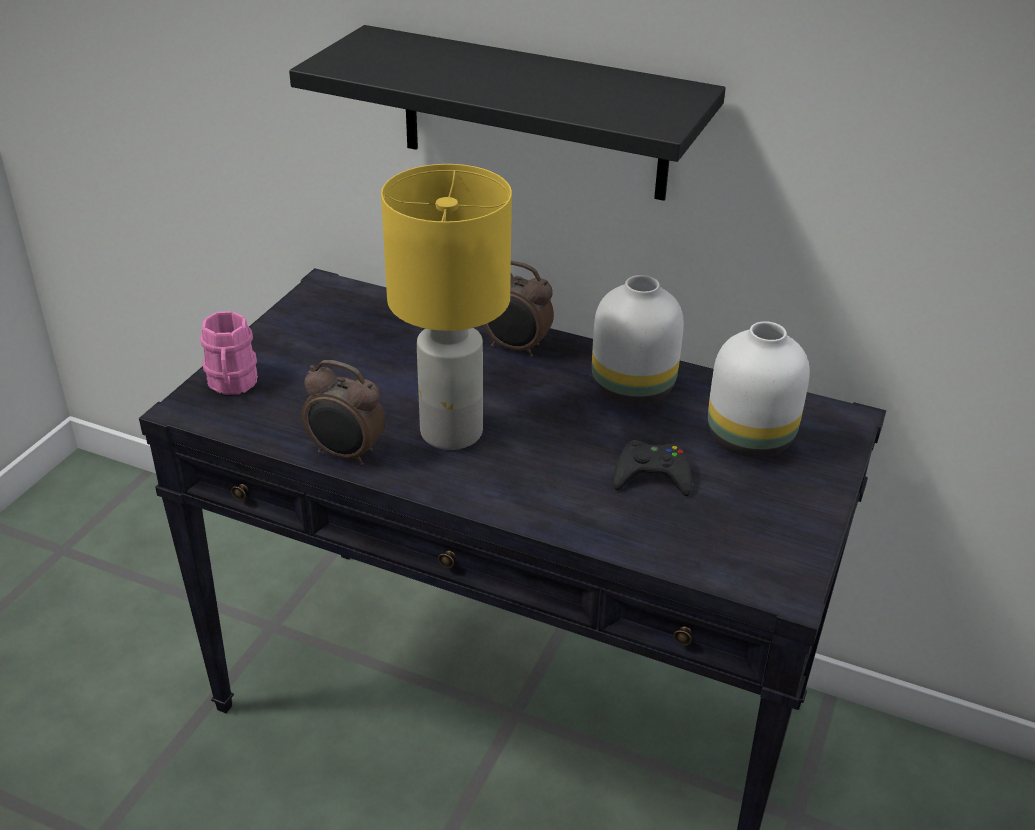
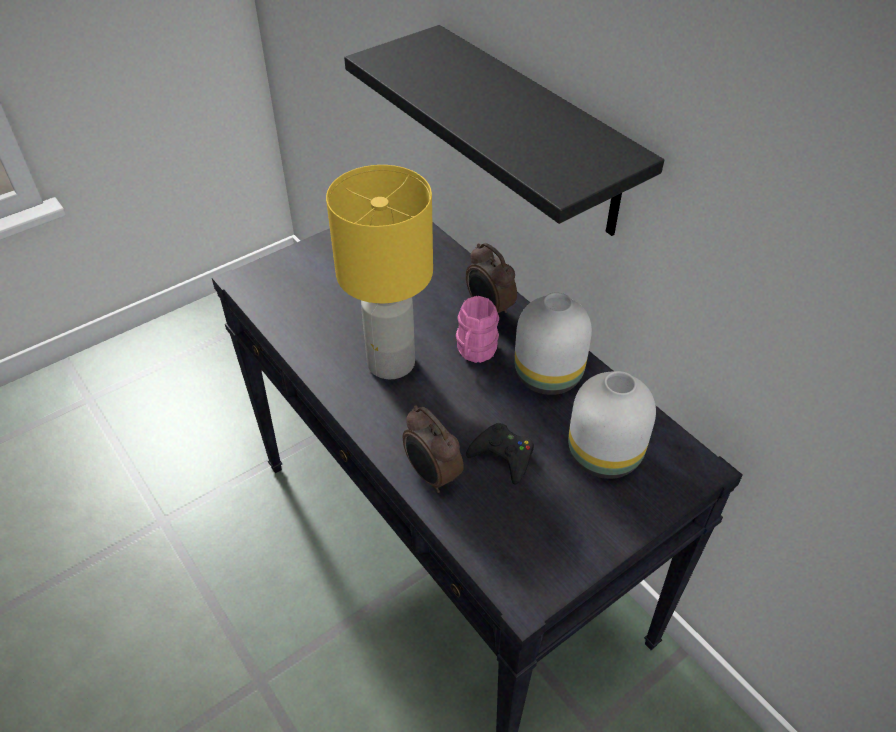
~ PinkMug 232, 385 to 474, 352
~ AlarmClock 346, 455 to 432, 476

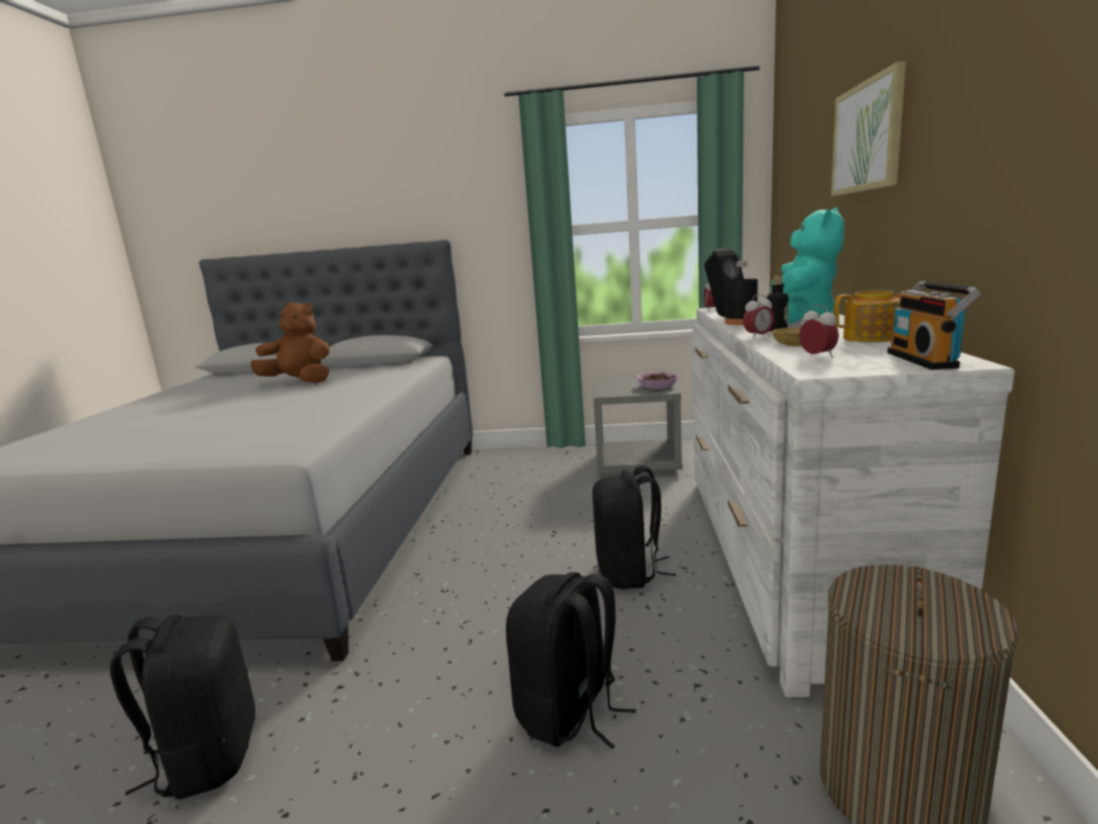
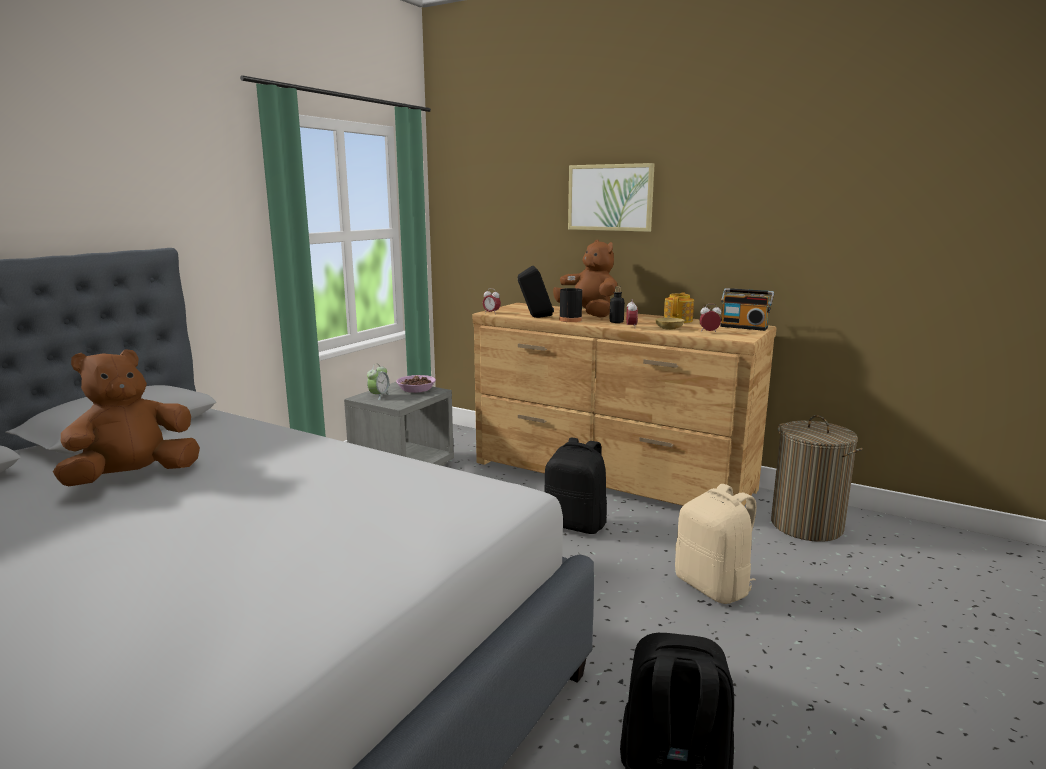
~ TurquoisePlushToy 799, 319 to BrownPlushToy 588, 314
~ WhiteDresser 788, 556 to BrownDresser 610, 476
~ BlackBackpack 570, 712 to BeigeBackpack 714, 586
+ AlarmClock 379, 396

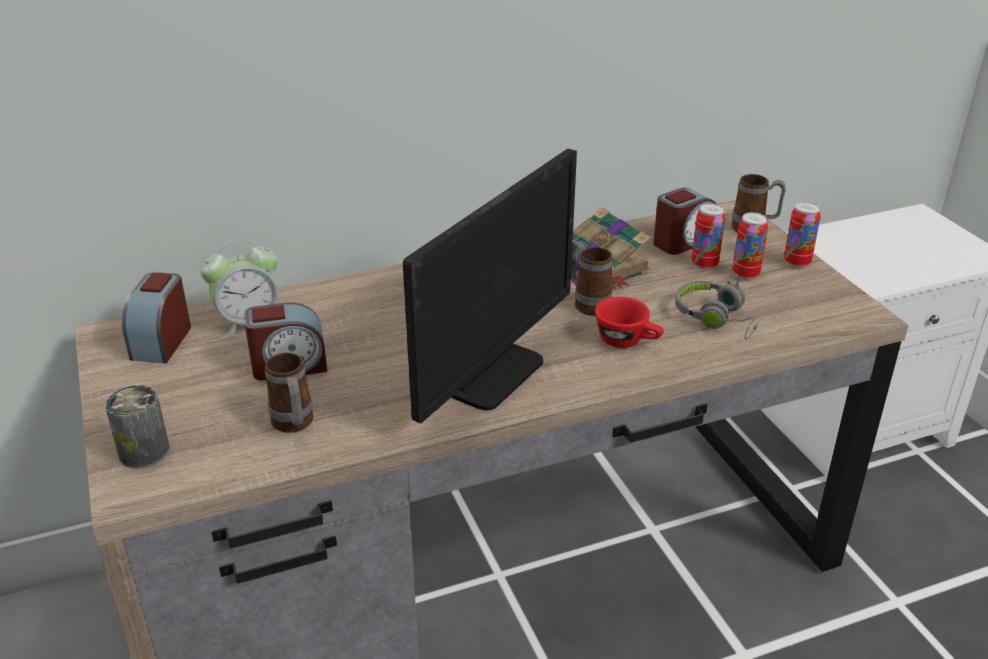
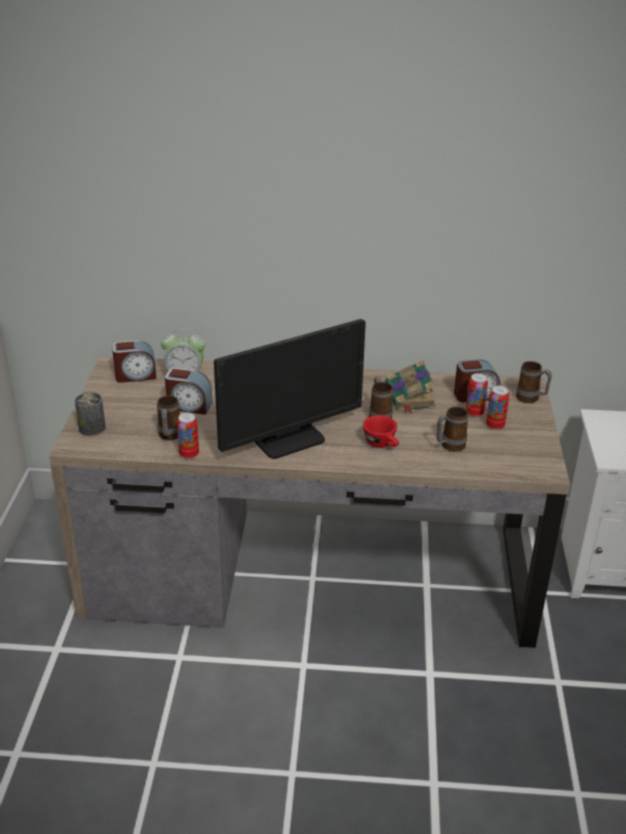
~ Can 796, 262 to 189, 454
~ AlarmClock 161, 341 = 135, 375 135 degrees counterclockwise
~ GreyHeadphones 717, 318 to Mug 449, 447

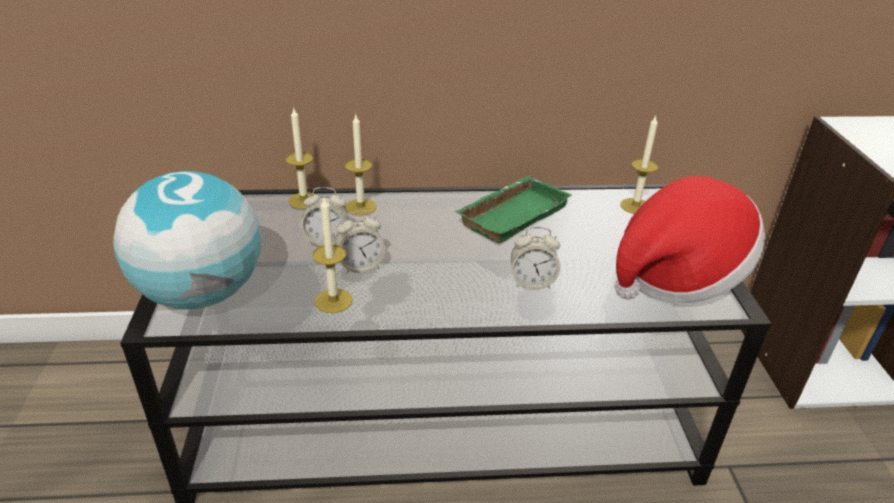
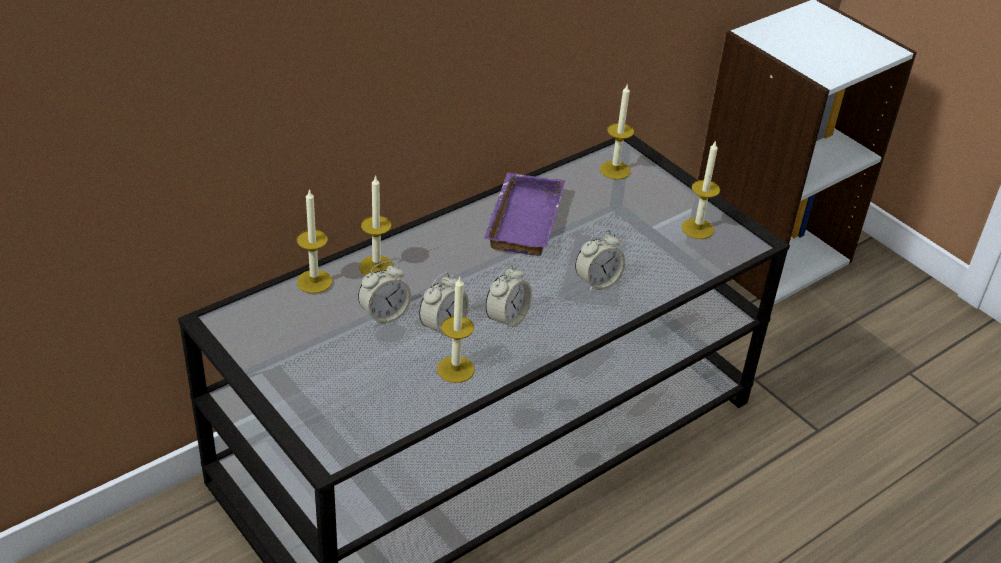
- Globe 202, 293
~ GreenTray 512, 214 to PurpleTray 521, 219
~ Hat 677, 275 to Candle 697, 228
+ AlarmClock 507, 319

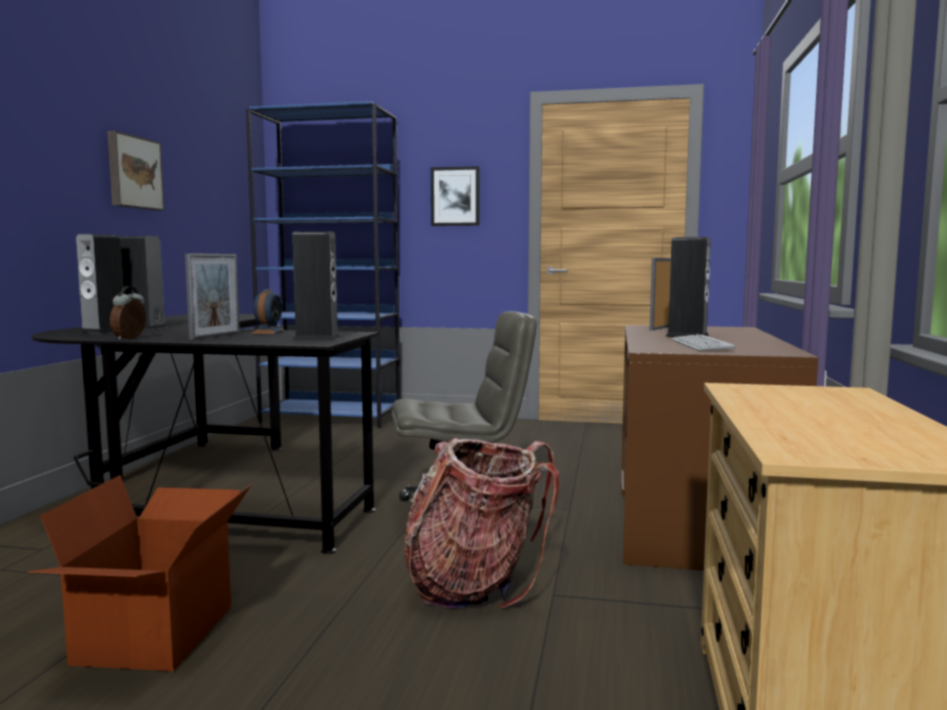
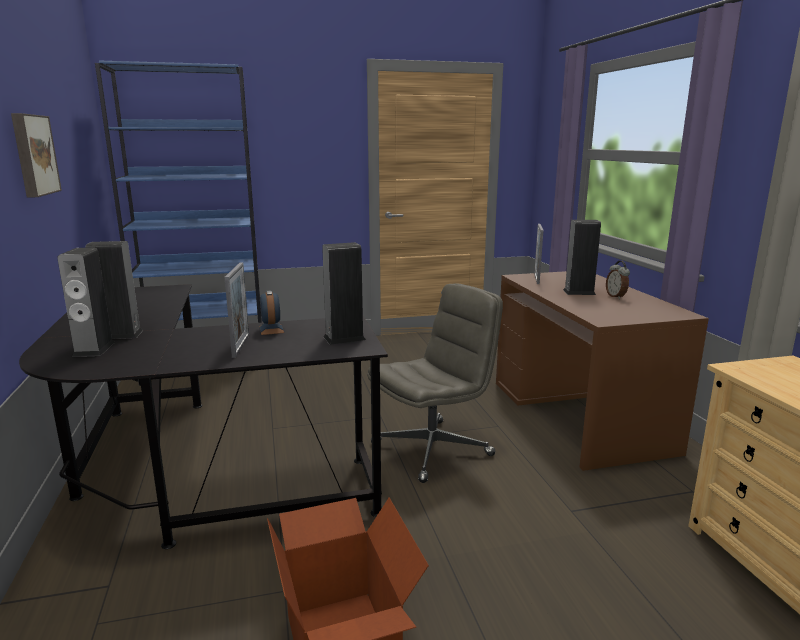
- Picture 455, 196
~ AlarmClock 130, 339 to 616, 297
- Keyboard 701, 345
- Backpack 476, 585

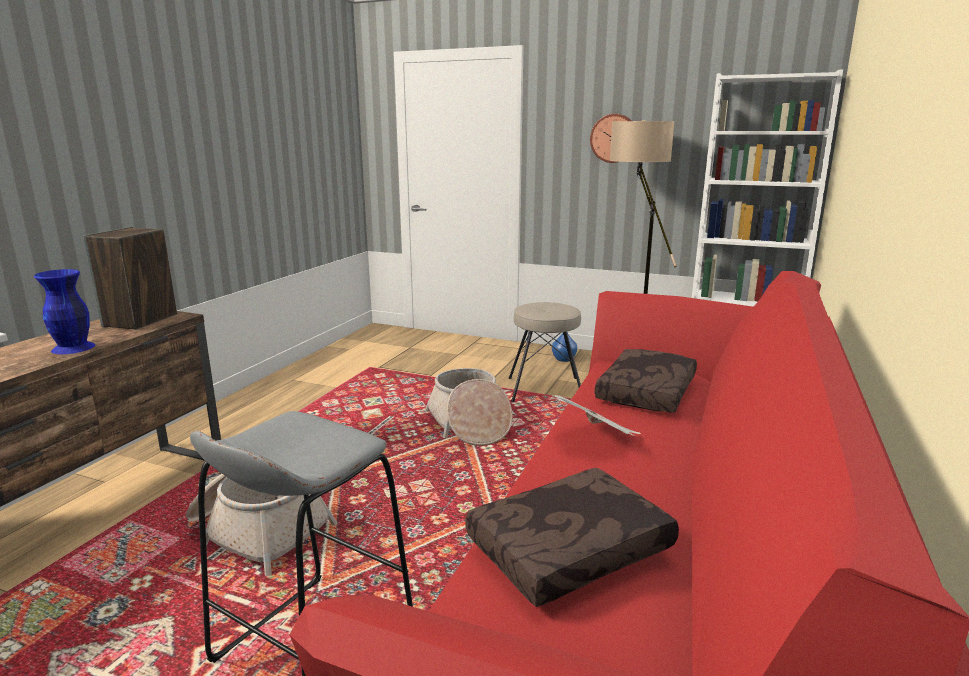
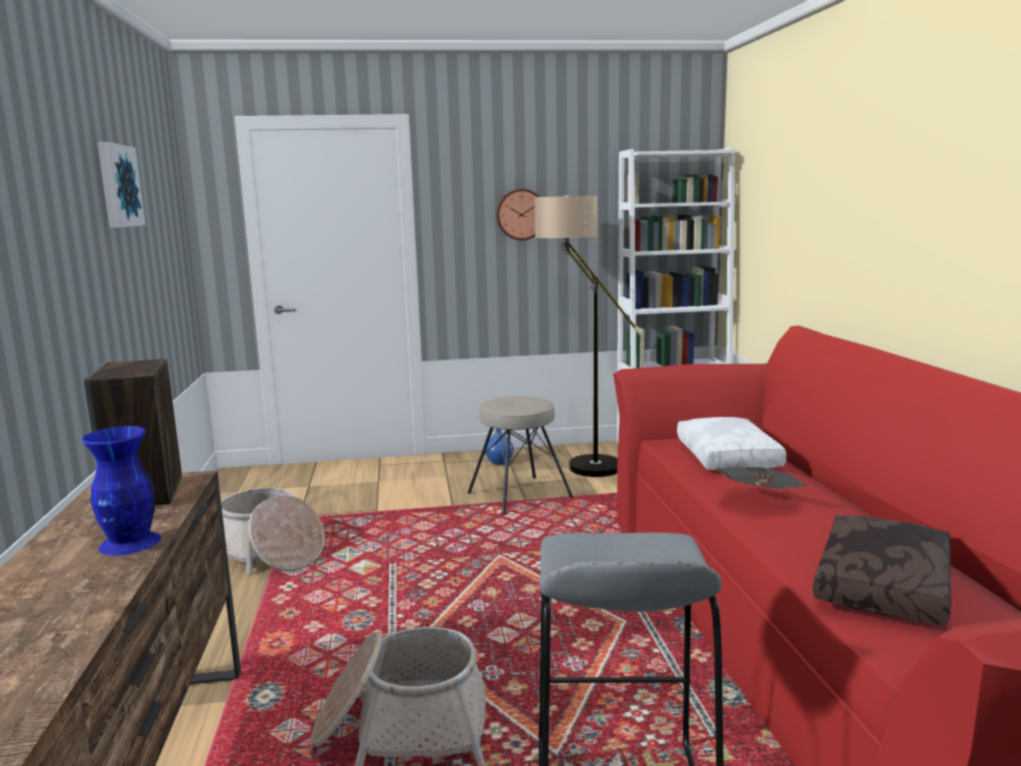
~ BrownPillow 648, 393 to WhitePillow 729, 457
~ Basket 469, 424 to 269, 553
+ Picture 117, 186

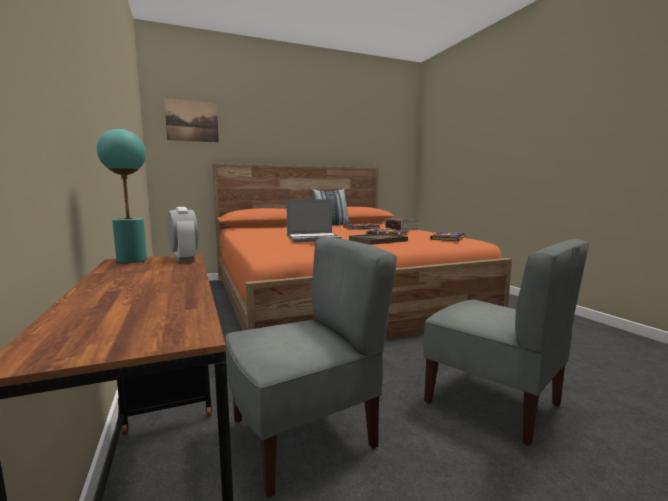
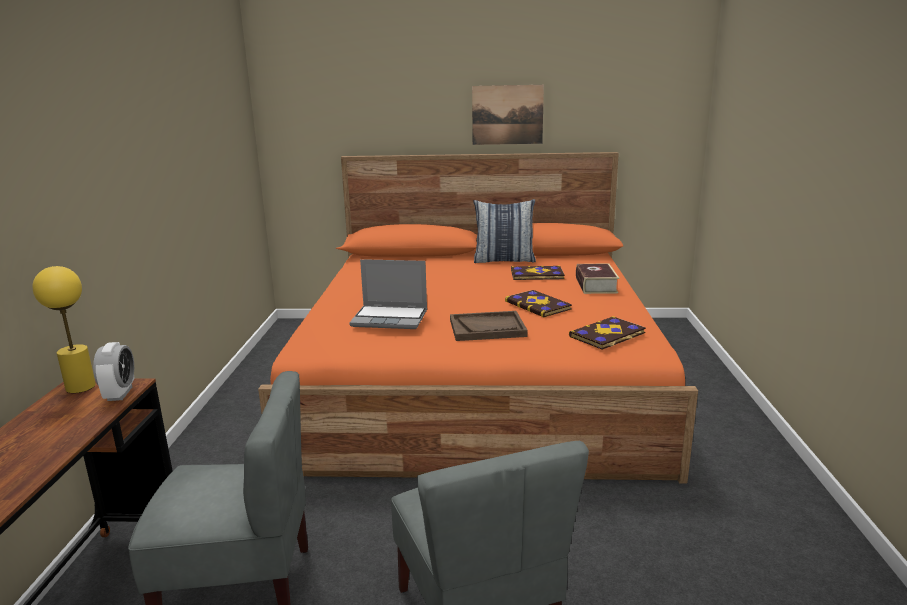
~ Picture 192, 121 to 507, 115
~ TurquoiseTableLamp 132, 260 to YellowTableLamp 81, 387

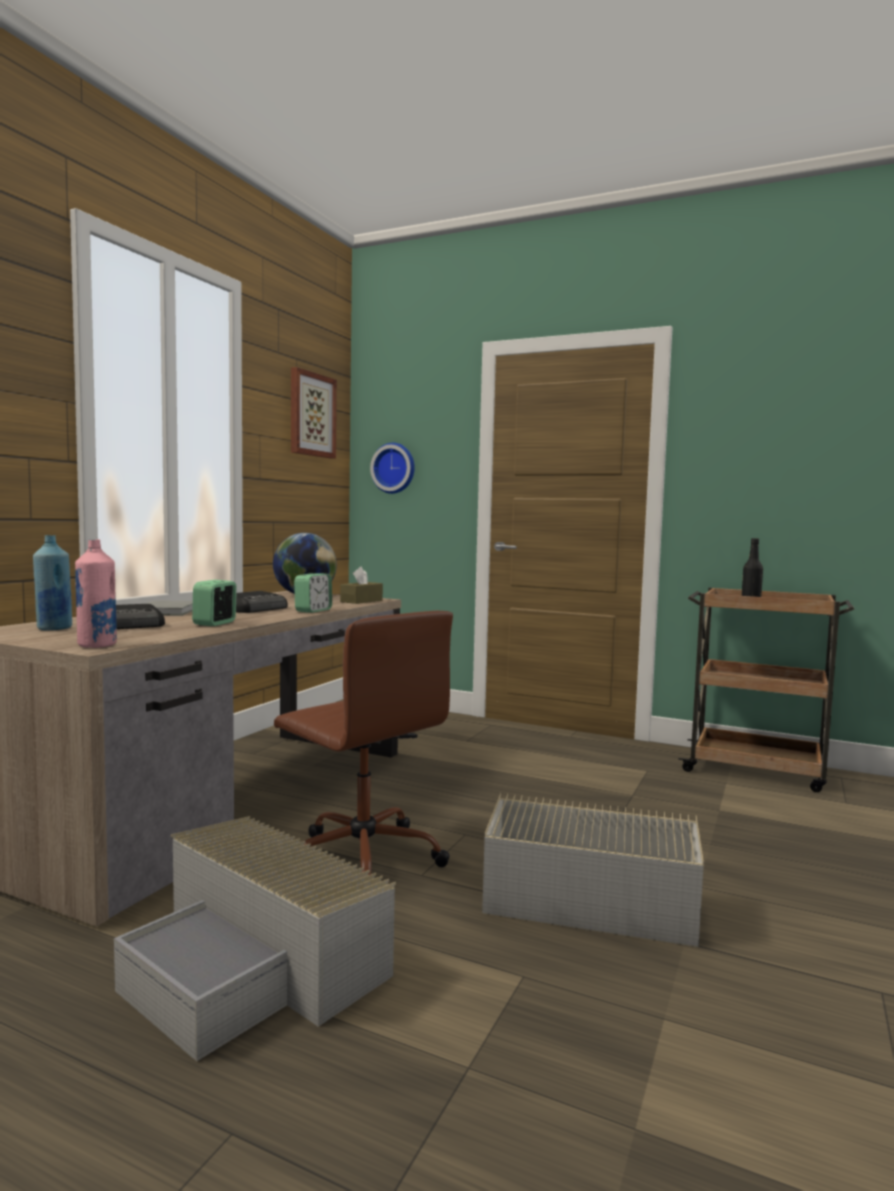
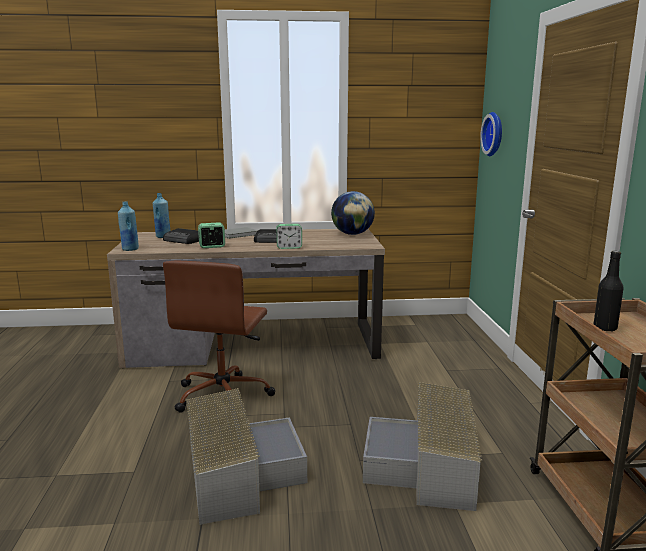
- Picture 311, 415
~ PinkBottle 97, 645 to BlueBottle 130, 249
- BrownTissueBox 361, 601
~ GreyStorageBox 257, 966 to 426, 465

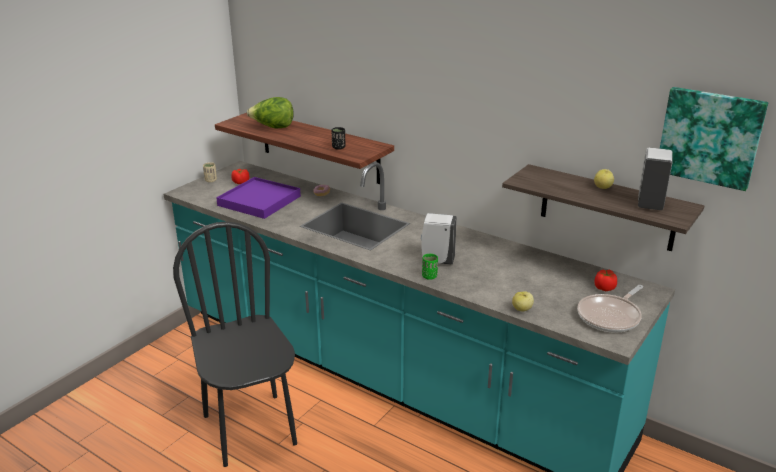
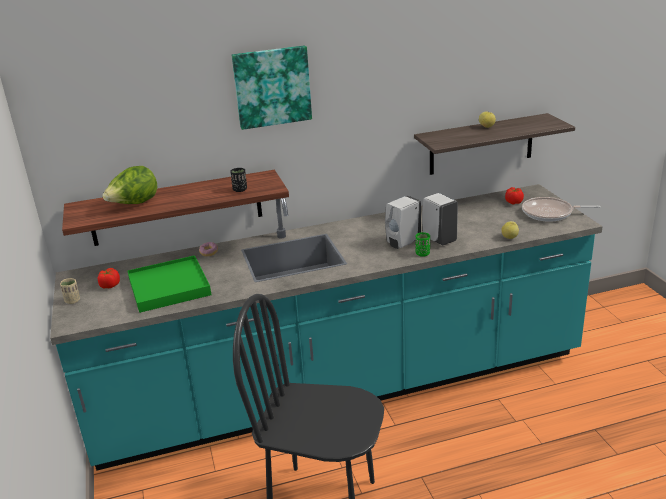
~ Picture 710, 137 to 272, 86
~ WhiteSoapDispenser 650, 203 to 438, 239
~ PurpleTray 259, 201 to GreenTray 169, 287
~ FryingPan 610, 316 = 550, 213 105 degrees clockwise

